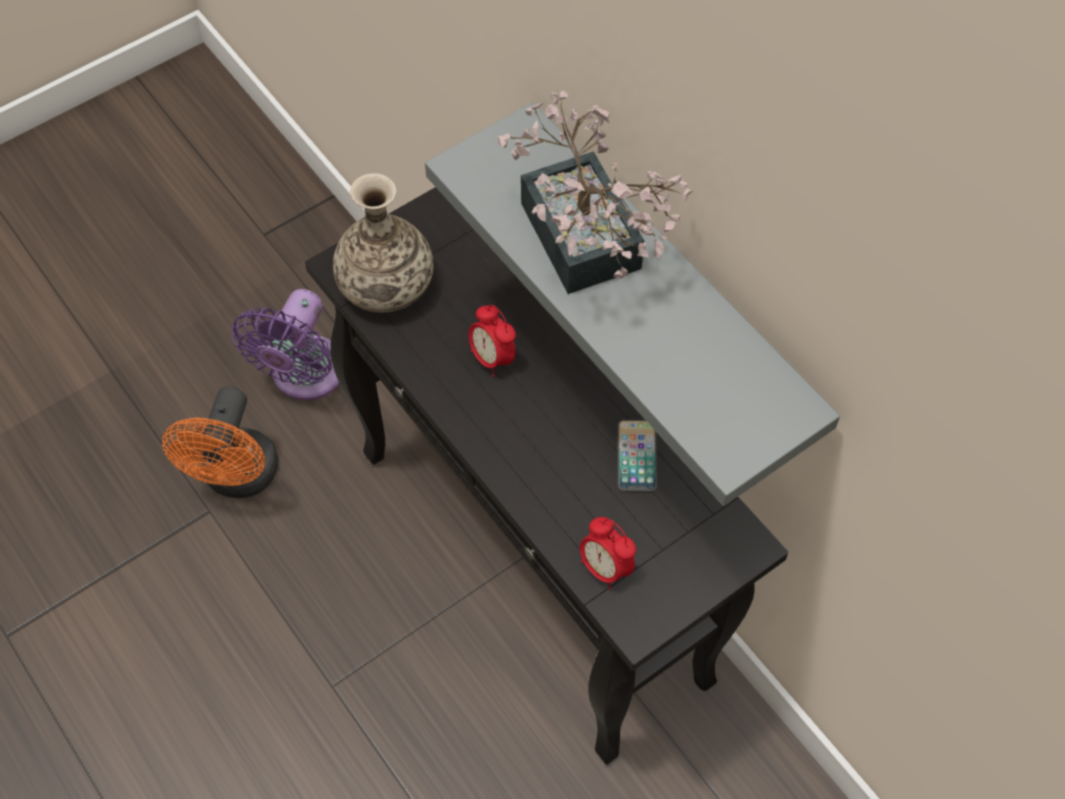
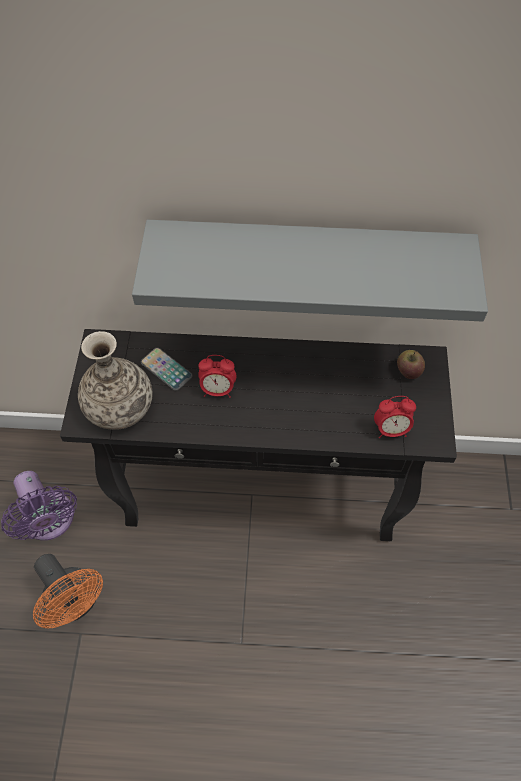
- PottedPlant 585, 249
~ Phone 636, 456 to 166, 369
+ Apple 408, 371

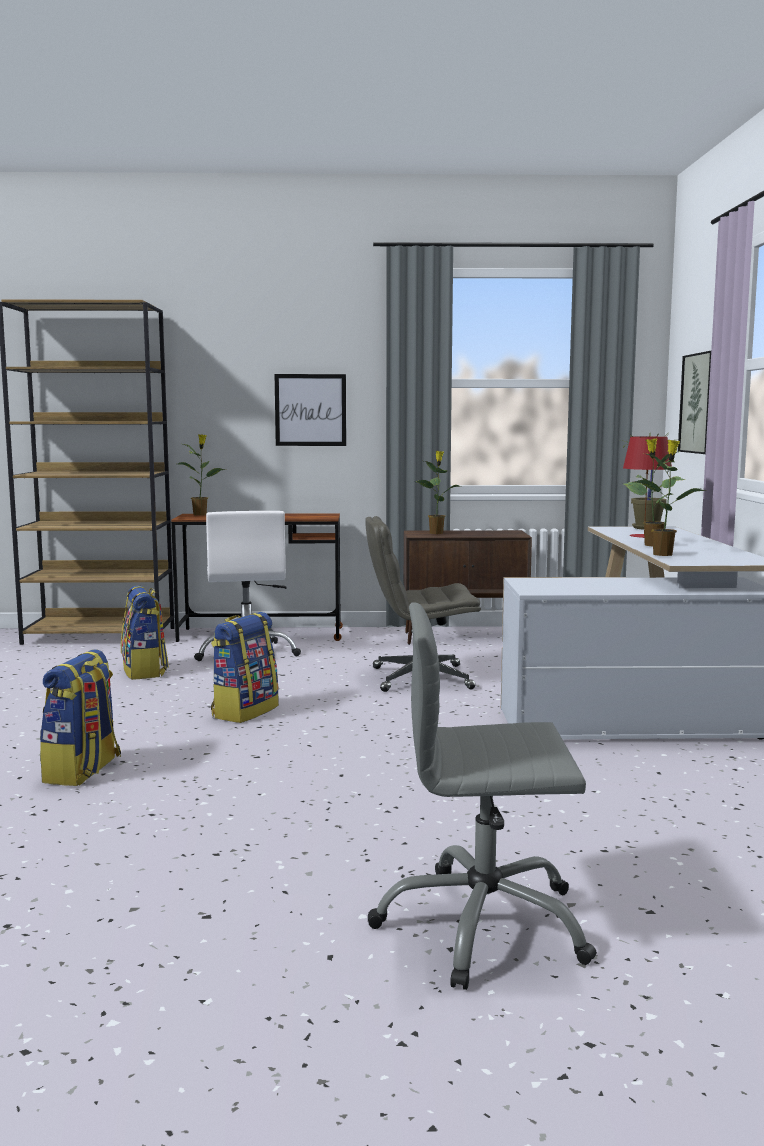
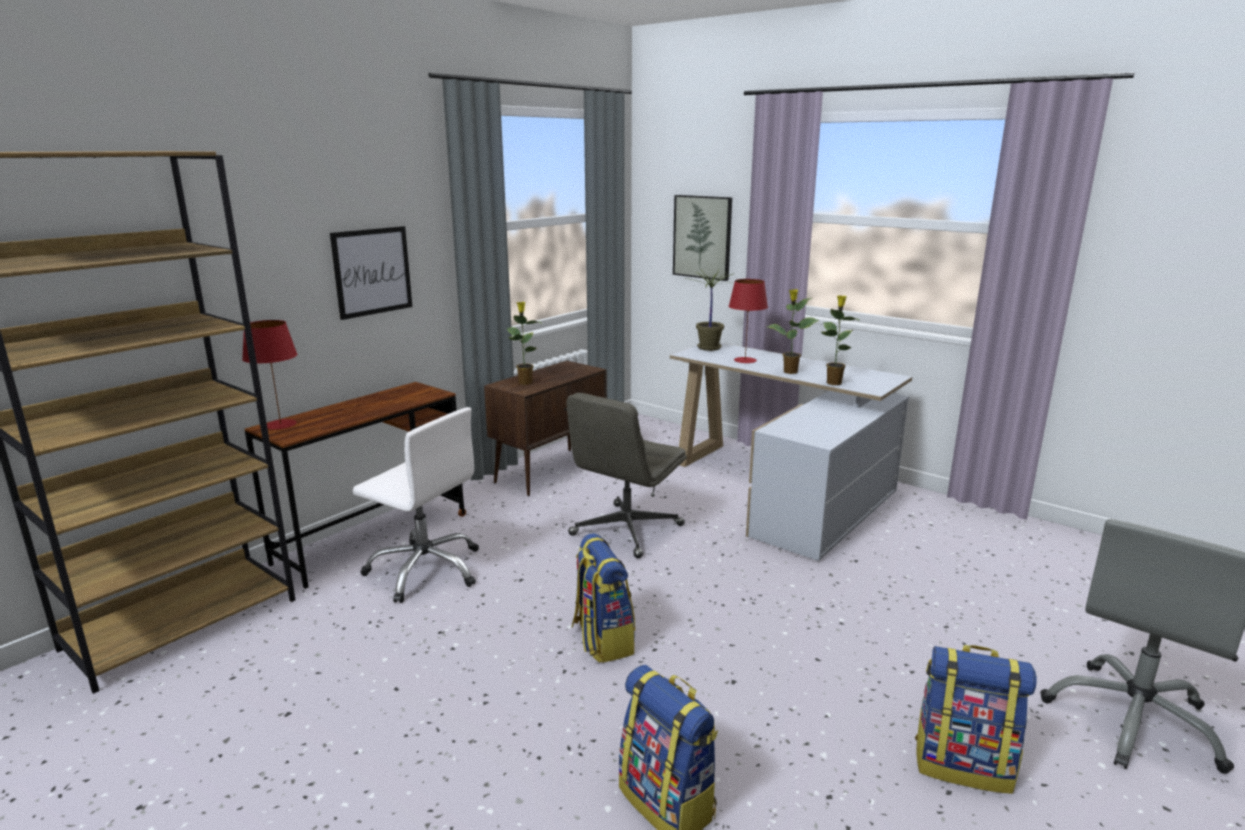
~ PottedPlant 201, 514 to RedTableLamp 280, 424
~ Backpack 145, 671 to 963, 765

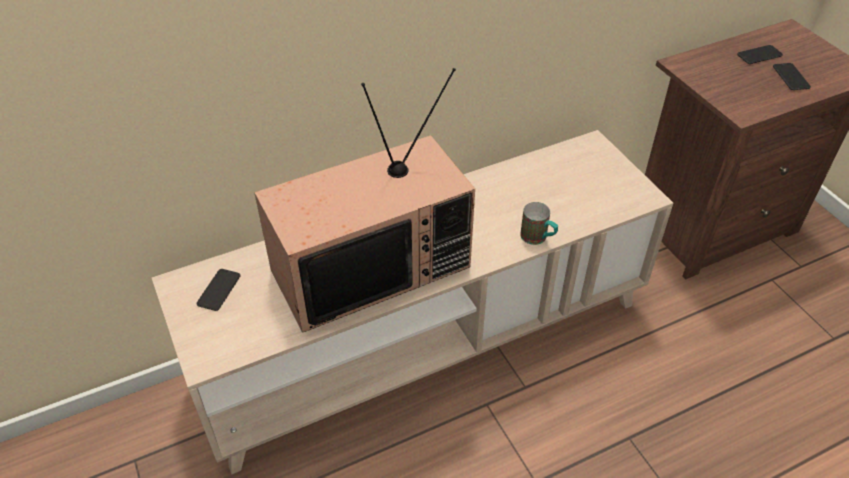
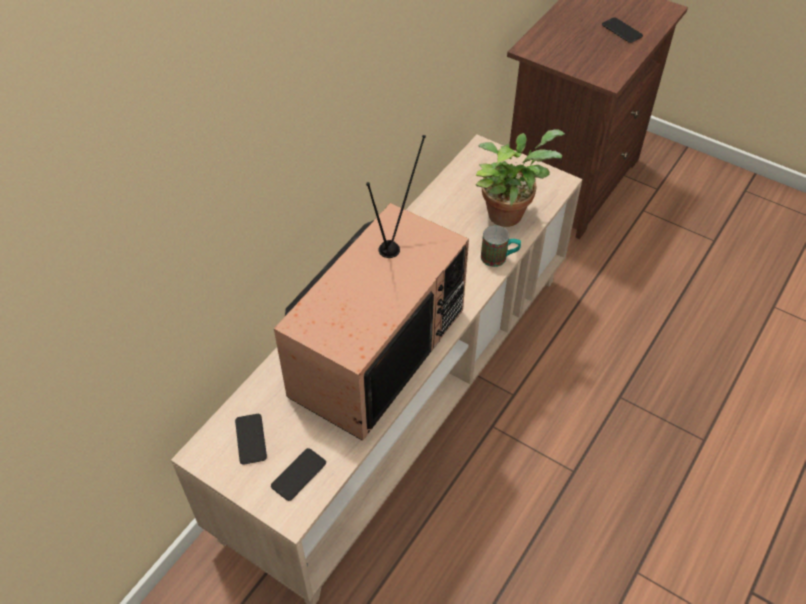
~ Phone 759, 55 to 298, 474
+ PottedPlant 508, 212

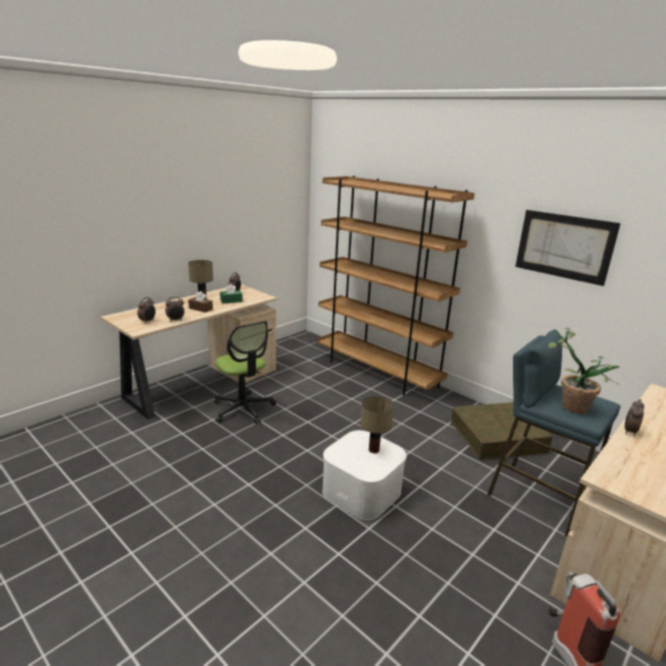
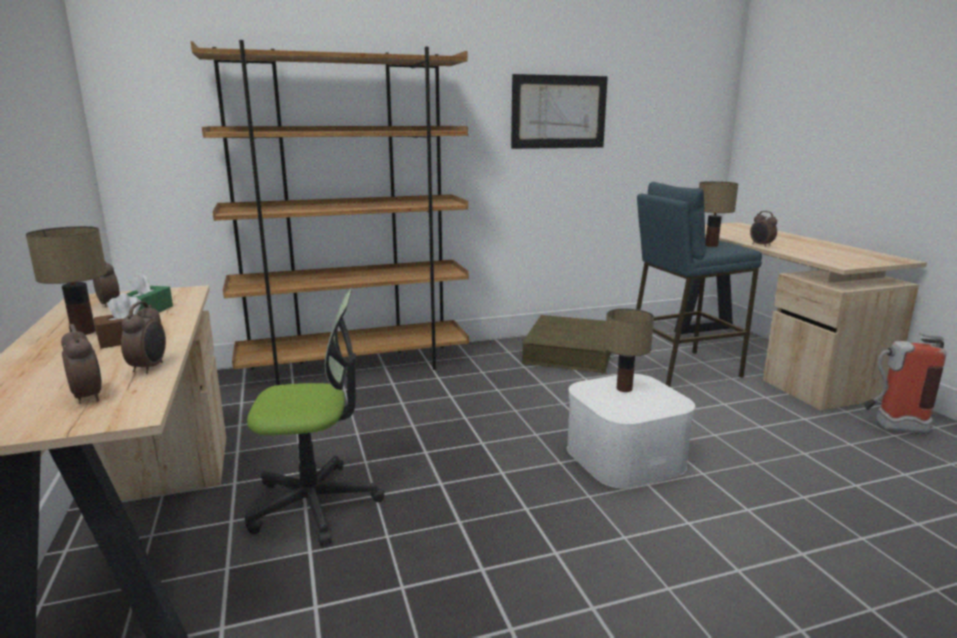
~ PottedPlant 568, 404 to TableLamp 710, 245

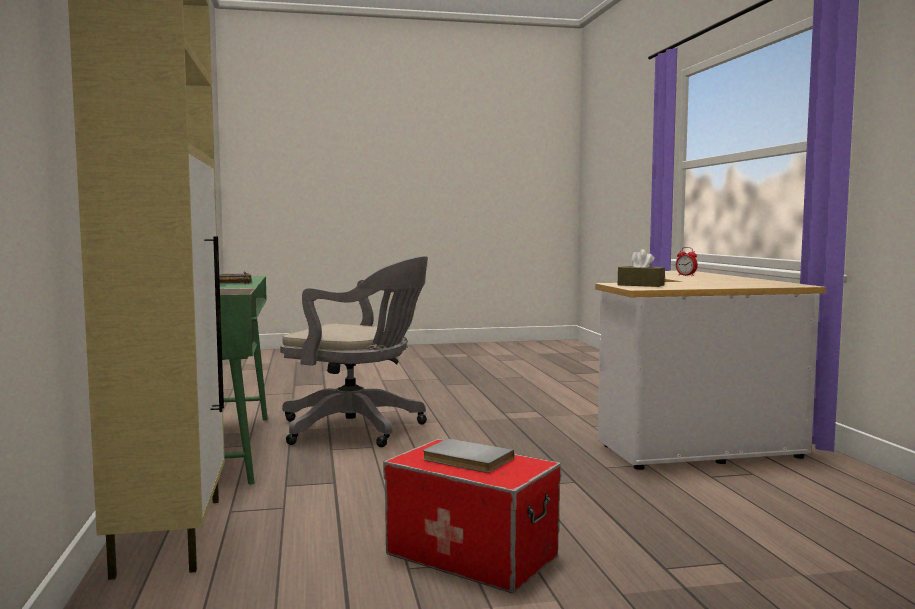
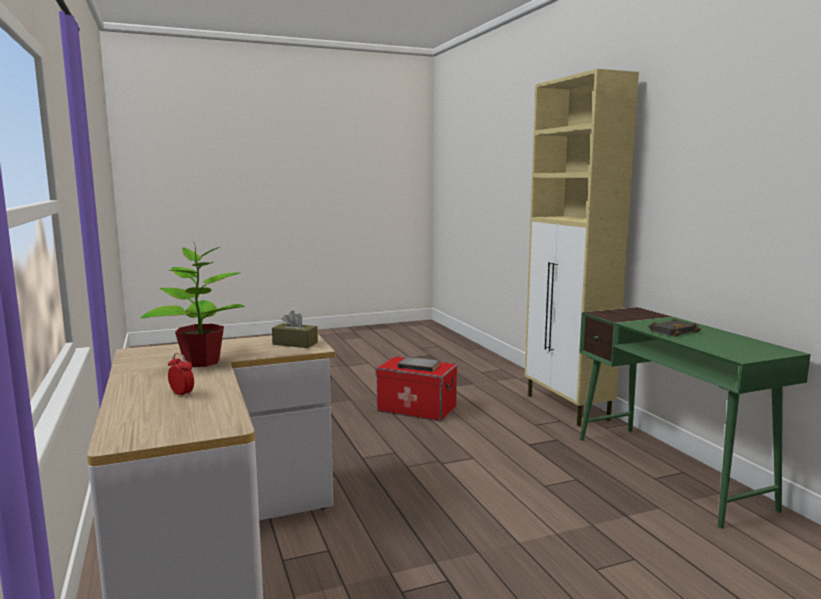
- GreyOfficeChair 358, 429
+ PottedPlant 201, 362

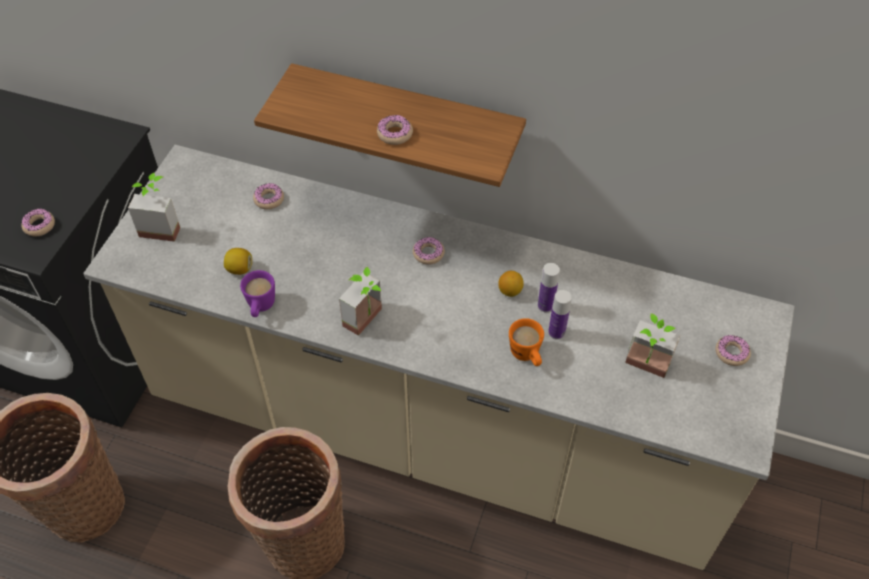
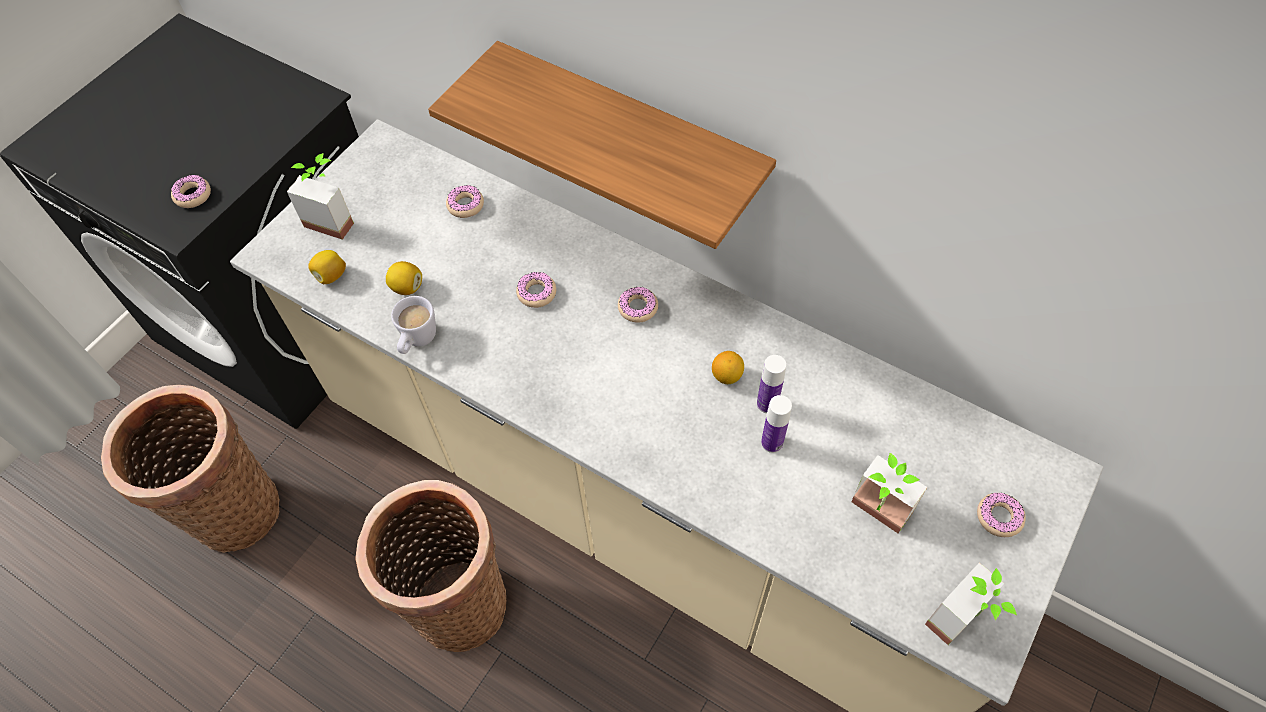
~ Donut 395, 134 to 536, 293
~ PottedPlant 369, 321 to 964, 623
~ PurpleMug 260, 308 to WhiteMug 417, 341
- OrangeMug 527, 356
+ Lemon 331, 276

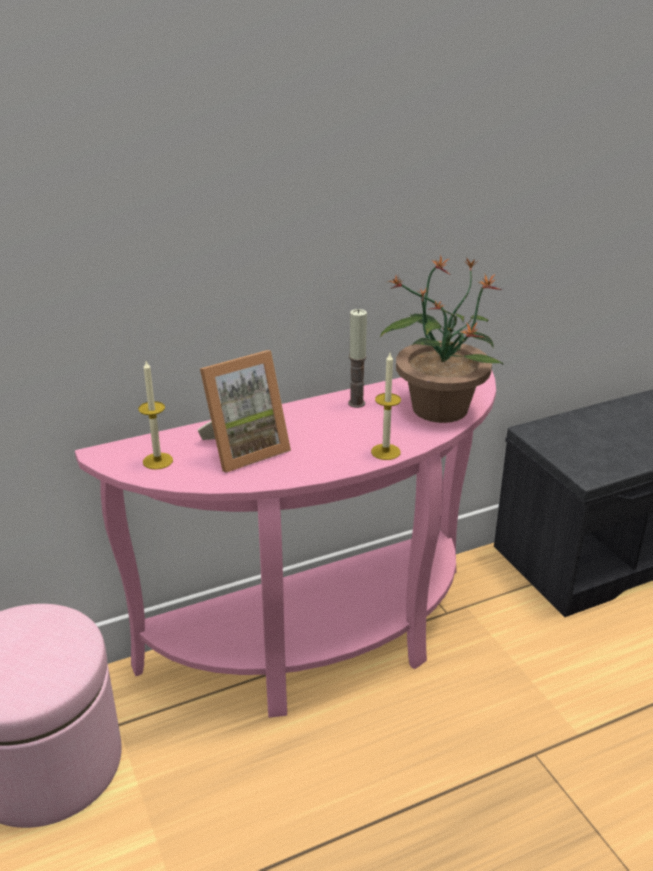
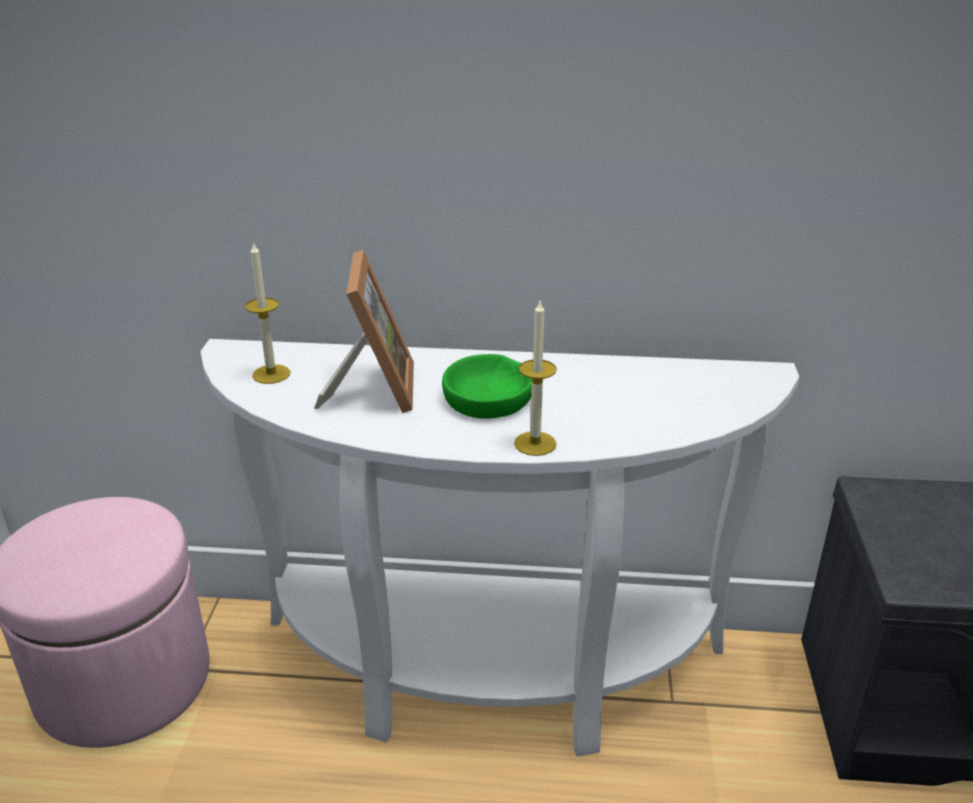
- PottedPlant 439, 407
- Candle 356, 403
~ PictureFrame 243, 449 = 373, 389 90 degrees counterclockwise
~ PinkConsoleTable 321, 645 to WhiteConsoleTable 487, 676
+ GreenBowl 488, 397

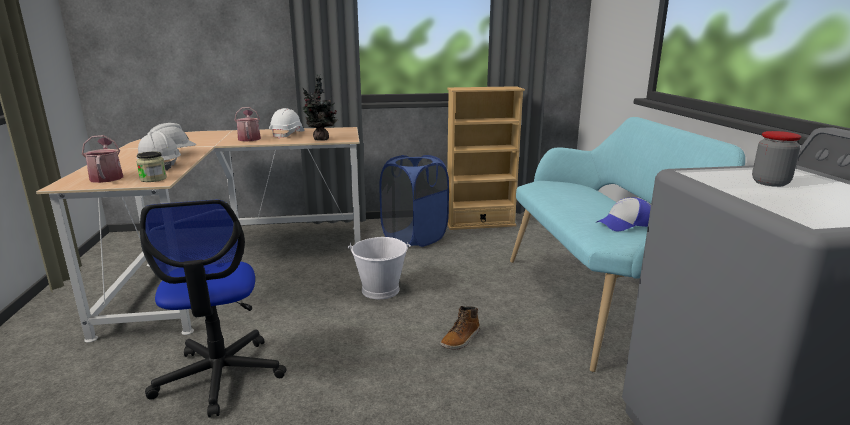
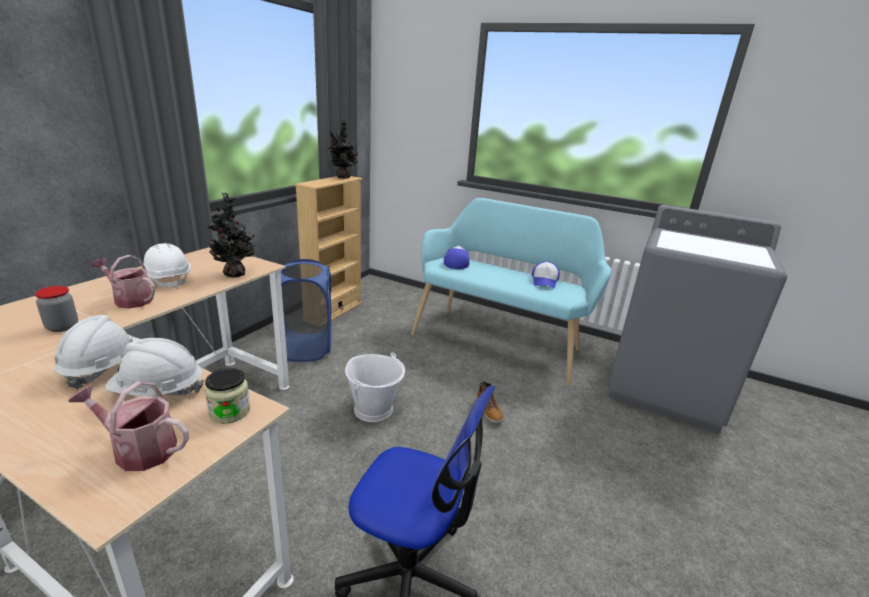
~ Jar 770, 183 to 62, 327
+ PottedPlant 343, 177
+ Cap 456, 262

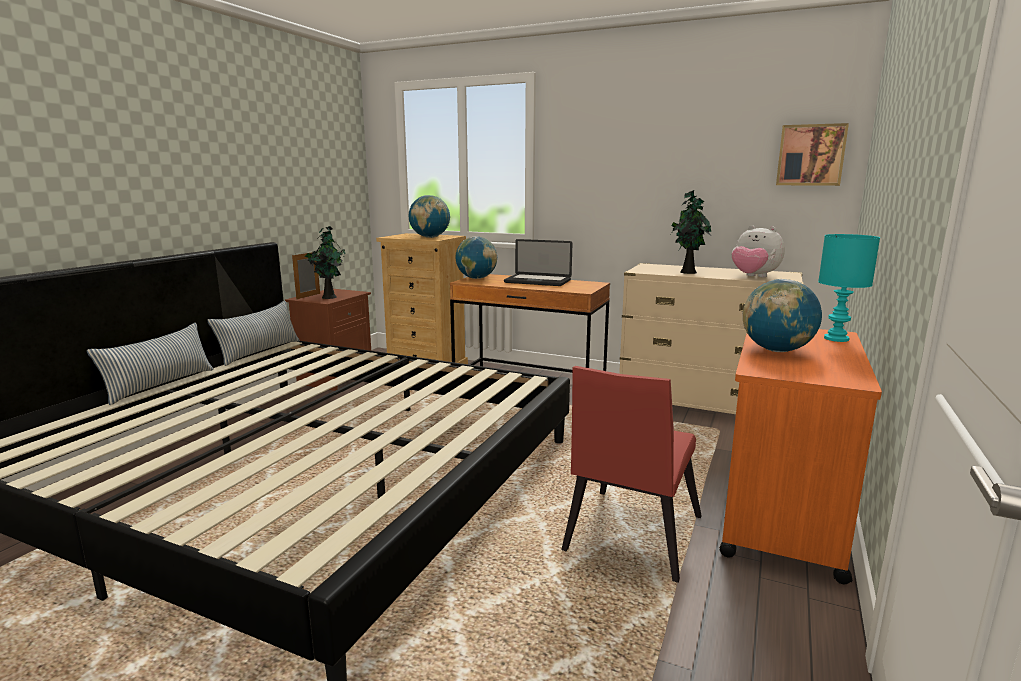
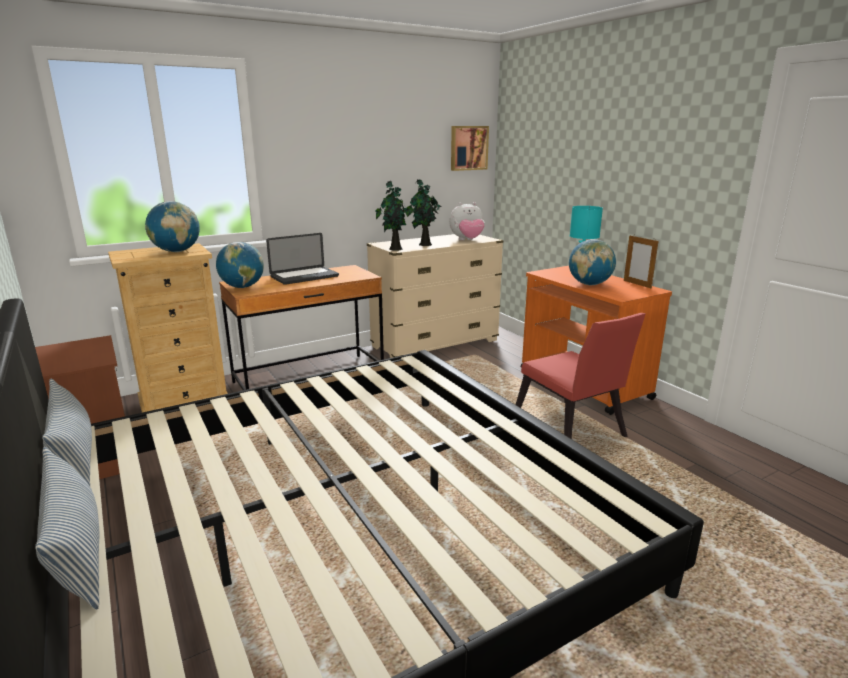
~ PottedPlant 329, 297 to 394, 249
~ PictureFrame 308, 296 to 637, 284

